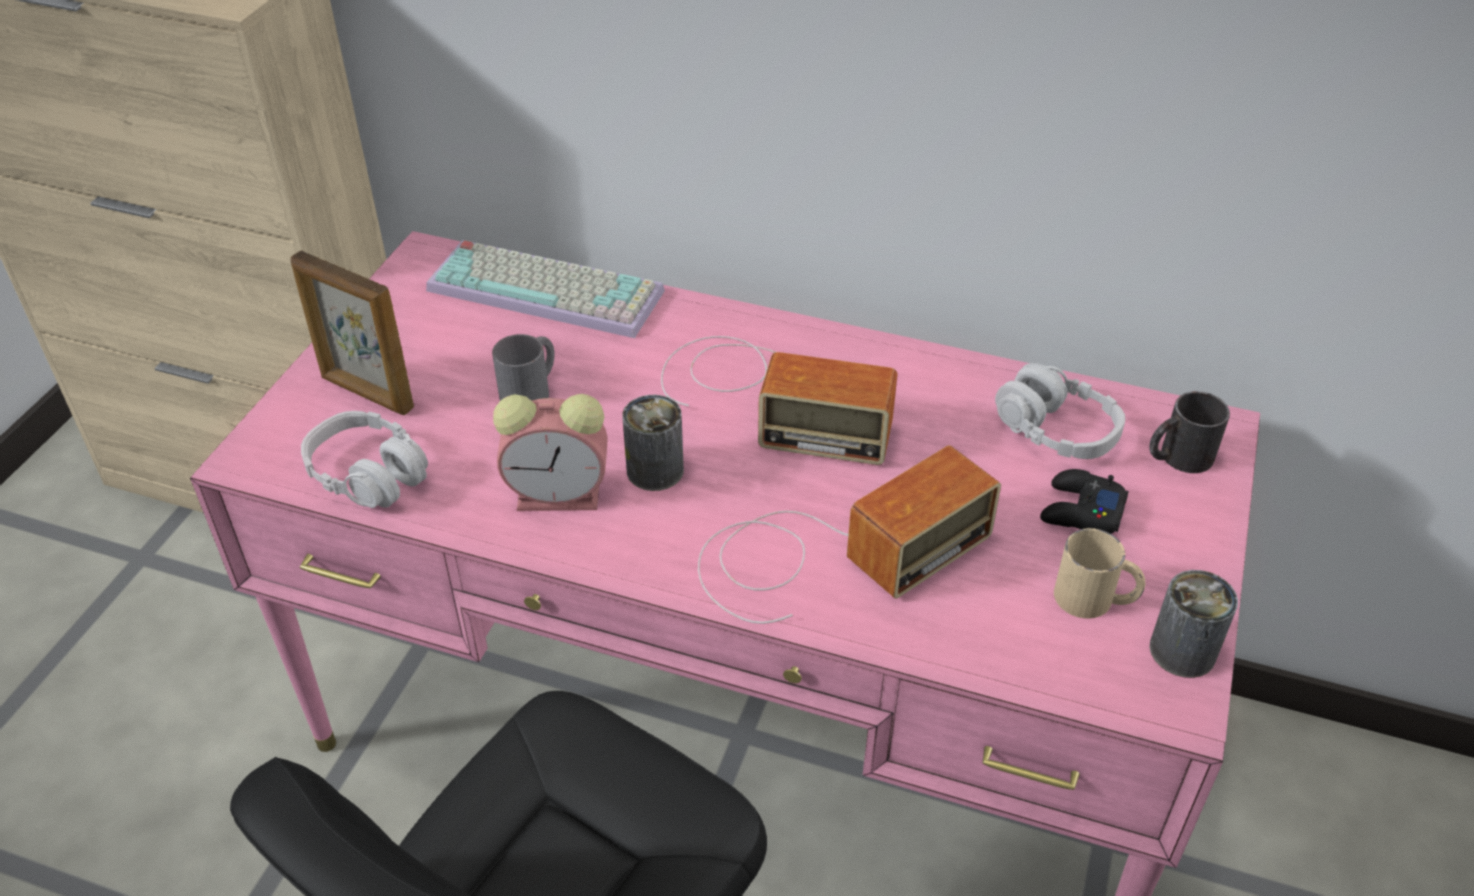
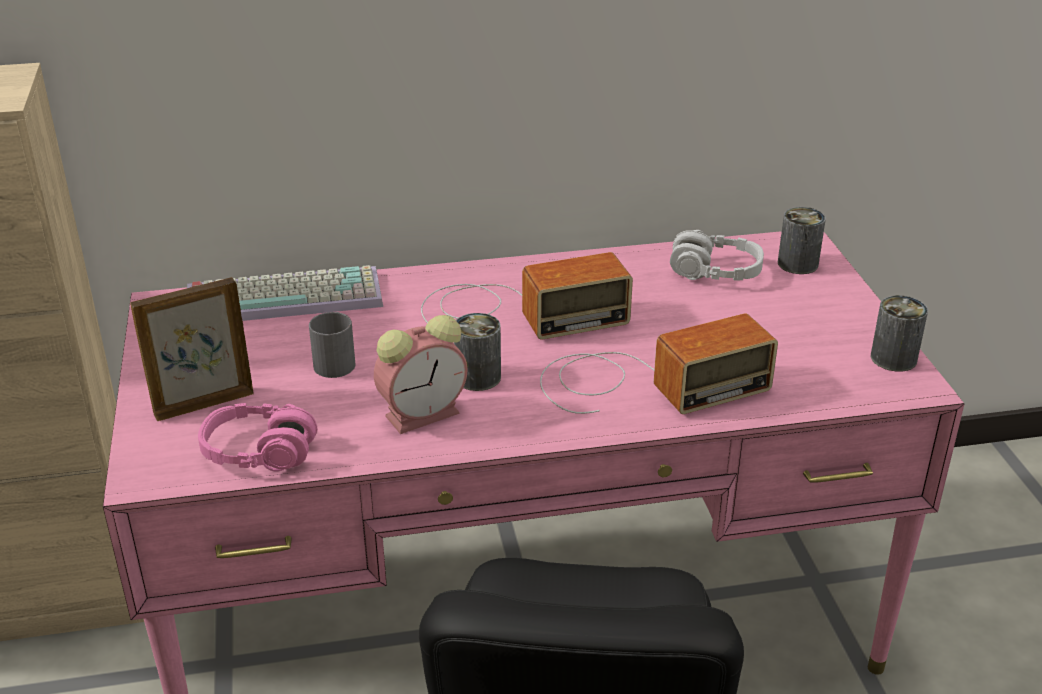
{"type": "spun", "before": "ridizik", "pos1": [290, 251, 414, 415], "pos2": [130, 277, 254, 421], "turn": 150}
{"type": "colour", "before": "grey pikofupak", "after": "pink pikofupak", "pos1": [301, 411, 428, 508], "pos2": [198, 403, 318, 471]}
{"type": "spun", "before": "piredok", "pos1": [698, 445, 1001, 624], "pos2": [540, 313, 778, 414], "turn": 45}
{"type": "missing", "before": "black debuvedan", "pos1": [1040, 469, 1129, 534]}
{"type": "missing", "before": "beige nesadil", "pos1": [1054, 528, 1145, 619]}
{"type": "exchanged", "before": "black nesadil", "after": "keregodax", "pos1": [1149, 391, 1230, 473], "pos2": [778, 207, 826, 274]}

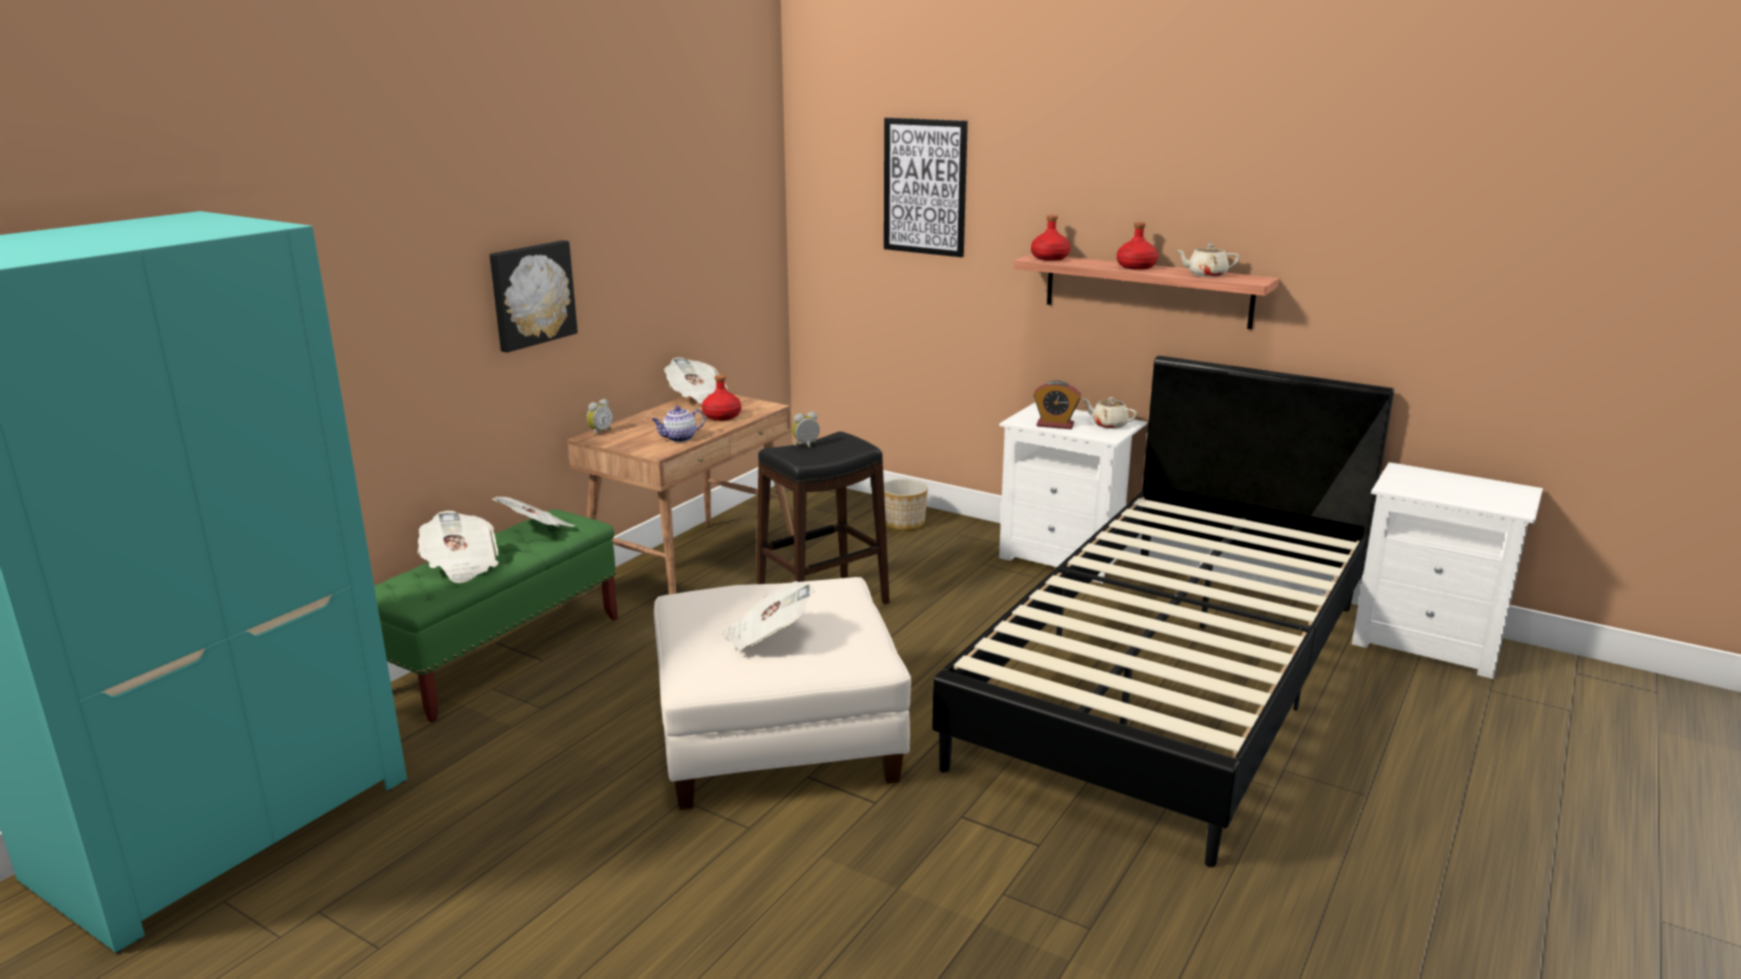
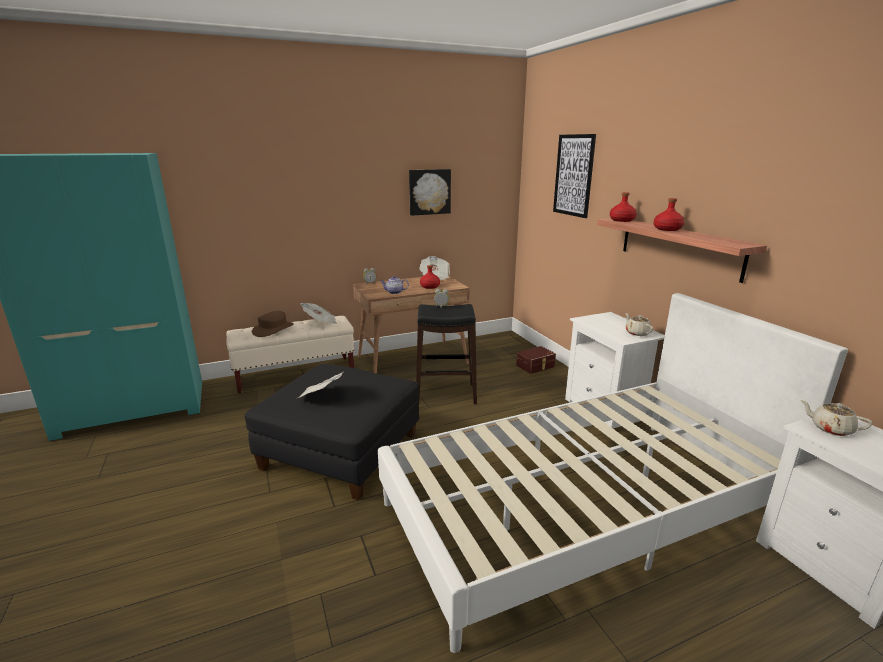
{"type": "colour", "before": "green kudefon", "after": "beige kudefon", "pos1": [374, 509, 618, 723], "pos2": [227, 316, 355, 394]}
{"type": "exchanged", "before": "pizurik", "after": "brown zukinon", "pos1": [418, 511, 499, 583], "pos2": [252, 311, 294, 337]}
{"type": "relocated", "before": "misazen", "pos1": [490, 240, 578, 353], "pos2": [409, 169, 451, 216]}
{"type": "colour", "before": "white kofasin", "after": "black kofasin", "pos1": [654, 577, 911, 810], "pos2": [245, 364, 419, 501]}
{"type": "exchanged", "before": "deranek", "after": "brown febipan", "pos1": [884, 479, 928, 531], "pos2": [516, 346, 556, 374]}
{"type": "colour", "before": "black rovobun", "after": "white rovobun", "pos1": [932, 356, 1394, 867], "pos2": [378, 293, 848, 653]}
{"type": "missing", "before": "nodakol", "pos1": [1033, 381, 1081, 429]}
{"type": "relocated", "before": "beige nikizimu", "pos1": [1176, 244, 1239, 277], "pos2": [800, 400, 873, 436]}

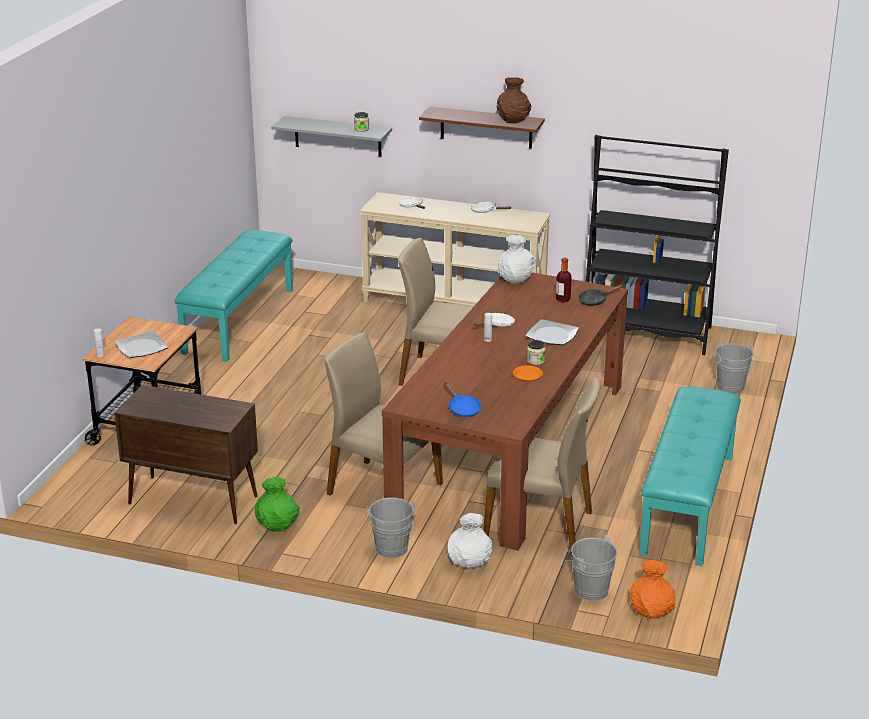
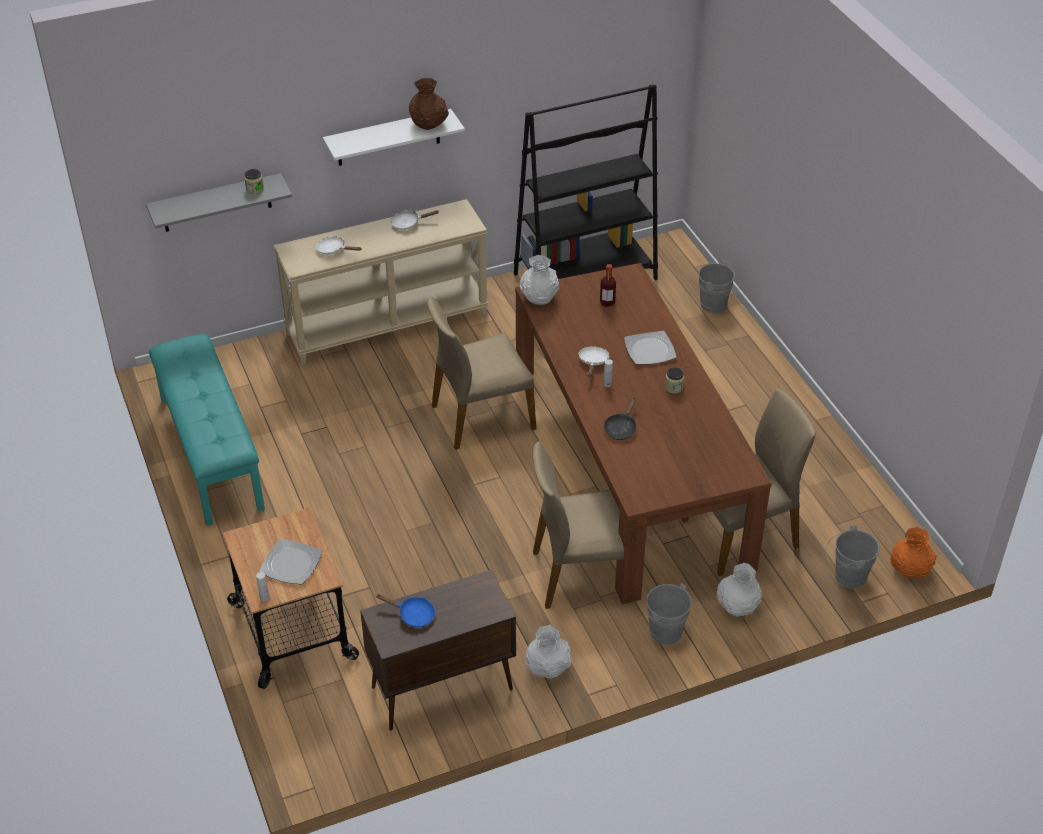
{"type": "colour", "before": "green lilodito", "after": "white lilodito", "pos1": [255, 477, 300, 532], "pos2": [526, 625, 571, 679]}
{"type": "colour", "before": "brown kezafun", "after": "white kezafun", "pos1": [419, 106, 545, 149], "pos2": [323, 109, 465, 166]}
{"type": "relocated", "before": "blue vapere", "pos1": [444, 382, 481, 417], "pos2": [376, 594, 435, 627]}
{"type": "missing", "before": "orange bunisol", "pos1": [513, 365, 543, 382]}
{"type": "relocated", "before": "black vapere", "pos1": [578, 284, 624, 306], "pos2": [604, 397, 637, 440]}
{"type": "missing", "before": "turquoise kudefon", "pos1": [639, 387, 741, 566]}

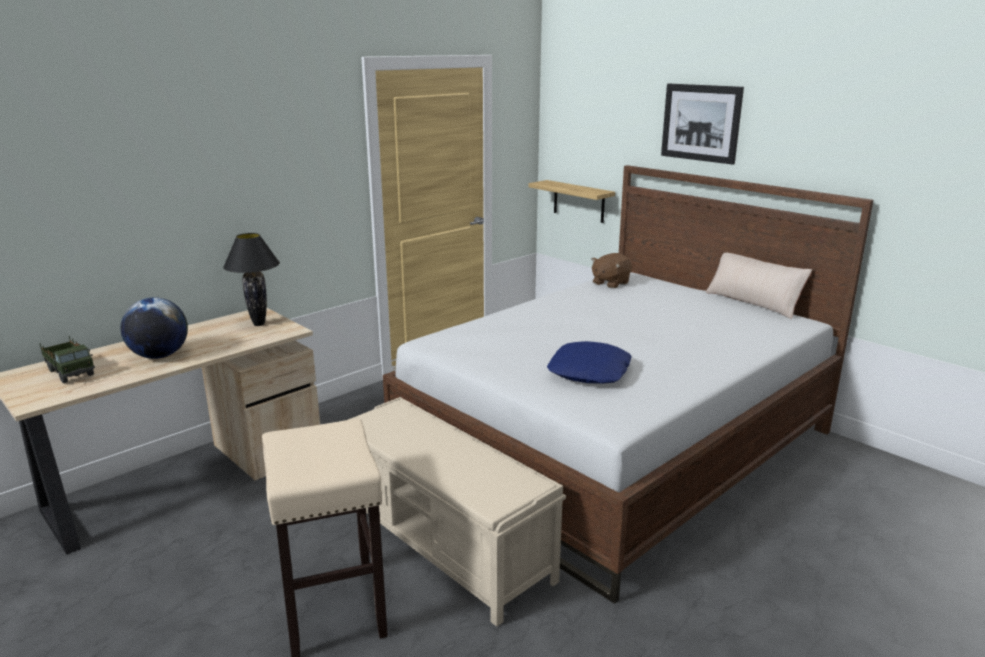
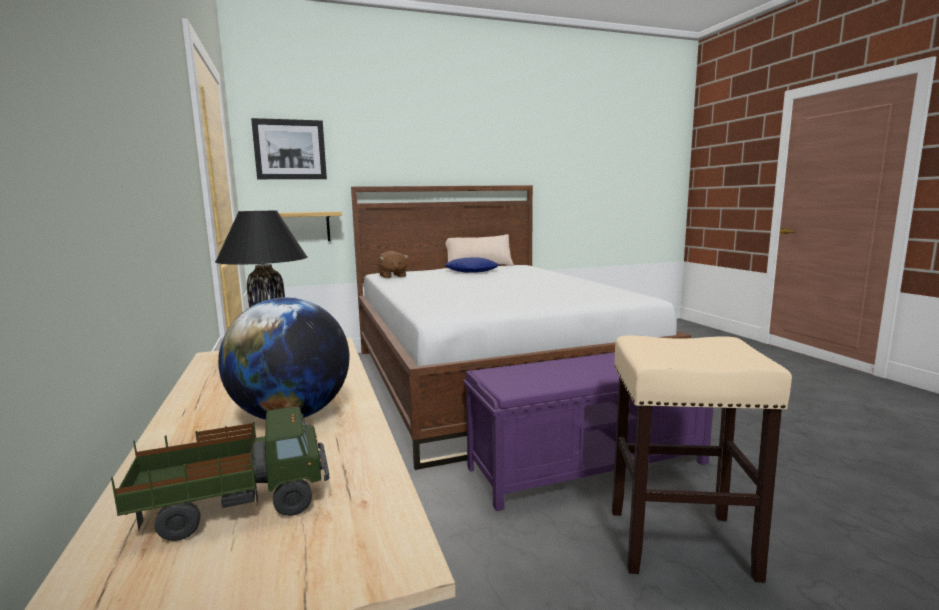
{"type": "colour", "before": "beige kudefon", "after": "purple kudefon", "pos1": [348, 397, 566, 626], "pos2": [463, 352, 713, 511]}
{"type": "relocated", "before": "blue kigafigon", "pos1": [547, 341, 632, 384], "pos2": [445, 257, 499, 273]}
{"type": "relocated", "before": "misazen", "pos1": [661, 84, 744, 165], "pos2": [251, 118, 327, 179]}

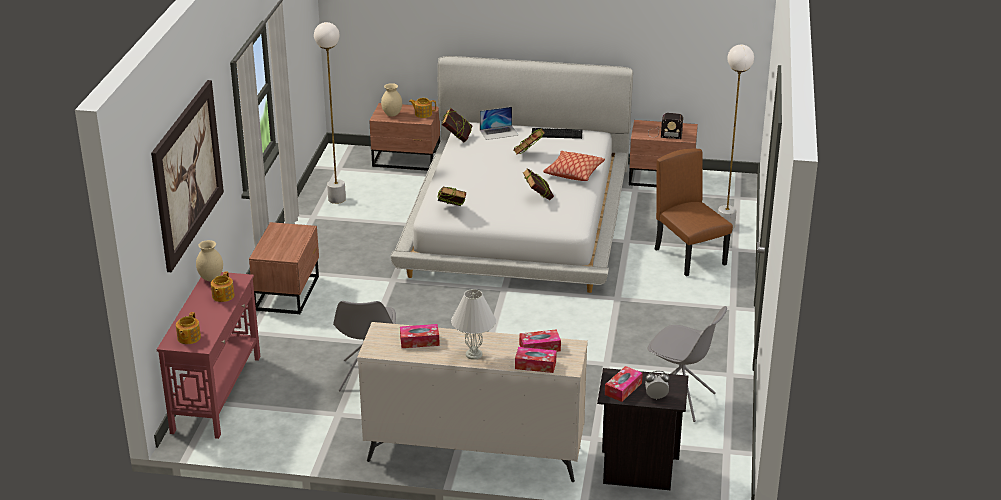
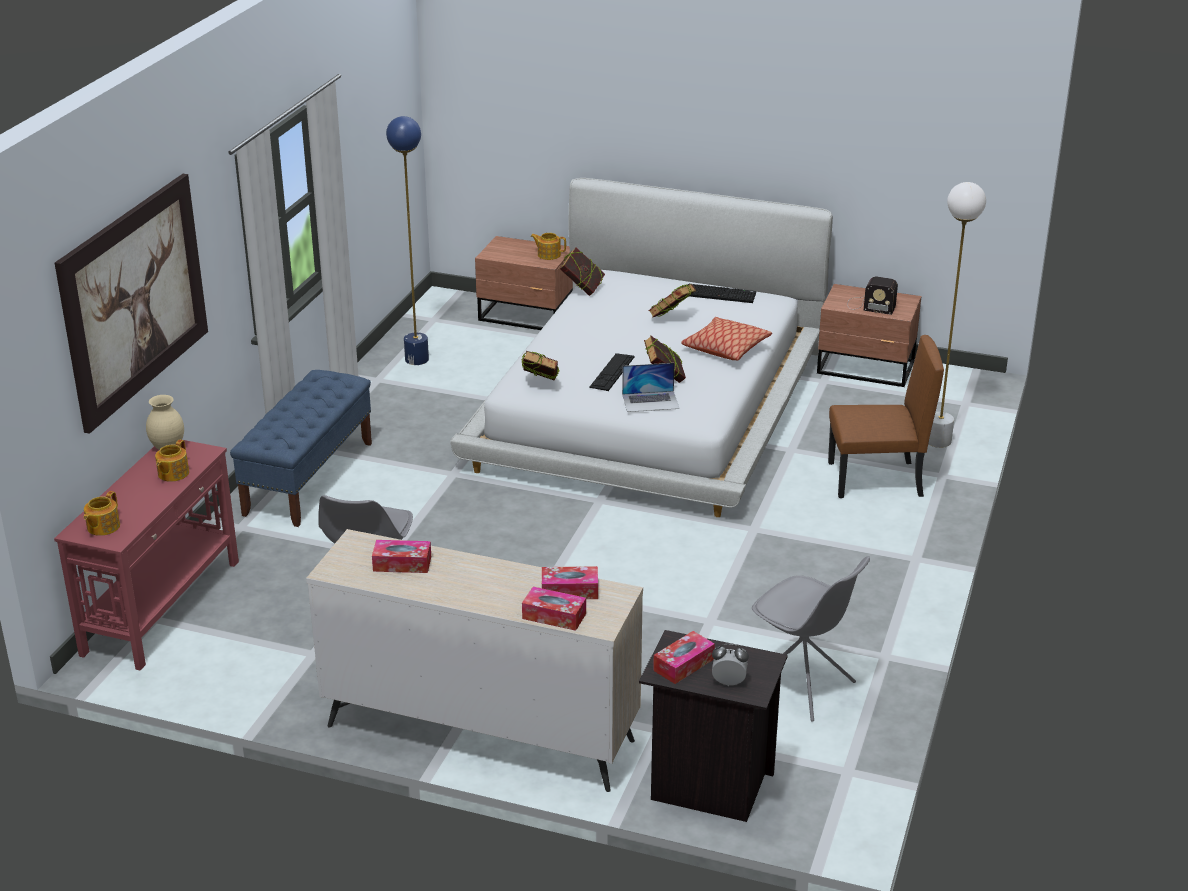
{"type": "exchanged", "before": "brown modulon", "after": "blue kudefon", "pos1": [249, 222, 319, 314], "pos2": [230, 370, 372, 527]}
{"type": "colour", "before": "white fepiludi", "after": "blue fepiludi", "pos1": [314, 22, 346, 204], "pos2": [386, 116, 429, 365]}
{"type": "missing", "before": "beige lilodito", "pos1": [381, 83, 402, 117]}
{"type": "missing", "before": "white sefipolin", "pos1": [451, 289, 496, 360]}
{"type": "relocated", "before": "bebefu", "pos1": [480, 107, 519, 140], "pos2": [622, 363, 679, 412]}
{"type": "spun", "before": "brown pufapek", "pos1": [655, 149, 733, 276], "pos2": [828, 335, 944, 498], "turn": 105}
{"type": "appeared", "after": "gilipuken", "pos2": [589, 353, 635, 391]}

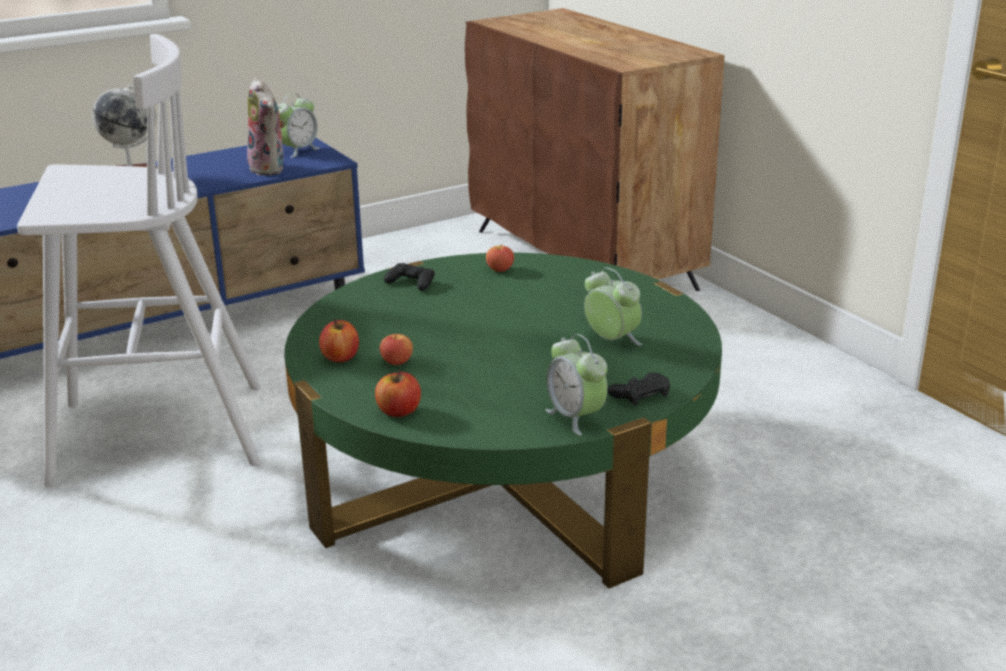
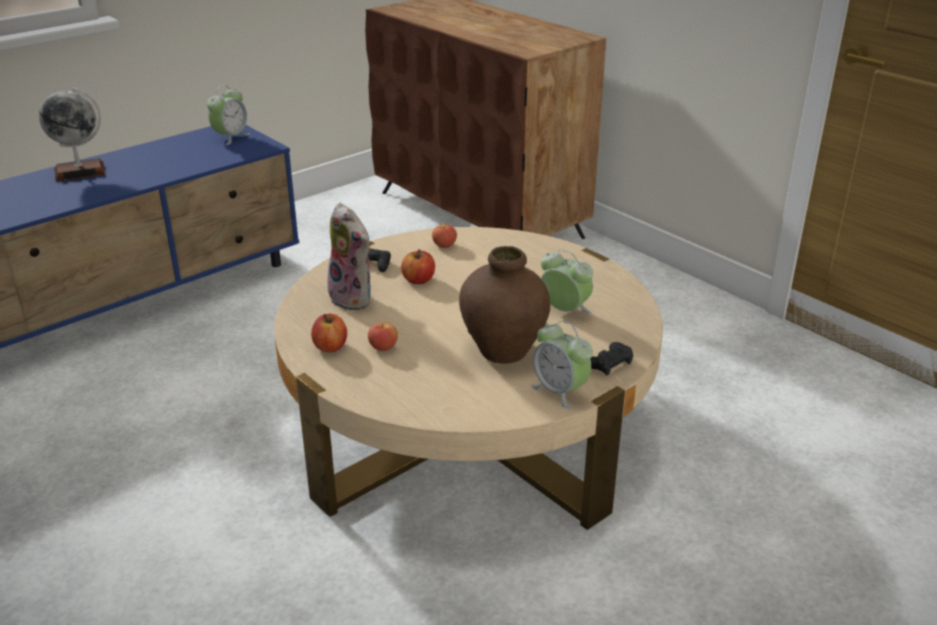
{"type": "missing", "before": "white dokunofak", "pos1": [17, 34, 261, 487]}
{"type": "relocated", "before": "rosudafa", "pos1": [247, 78, 285, 175], "pos2": [326, 203, 371, 311]}
{"type": "colour", "before": "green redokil", "after": "beige redokil", "pos1": [284, 253, 722, 588], "pos2": [274, 227, 663, 530]}
{"type": "relocated", "before": "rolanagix", "pos1": [375, 370, 421, 417], "pos2": [401, 249, 435, 284]}
{"type": "appeared", "after": "brown lilodito", "pos2": [459, 246, 550, 364]}

